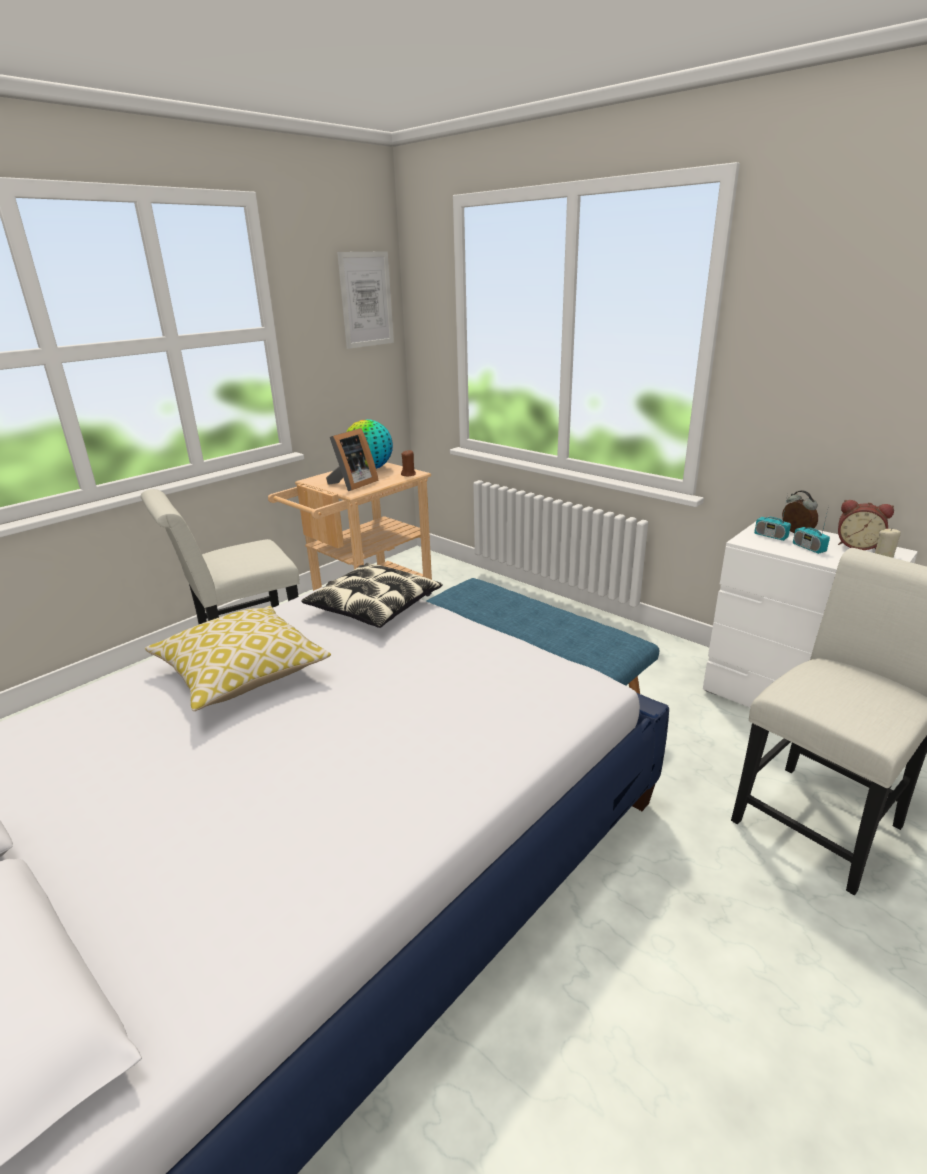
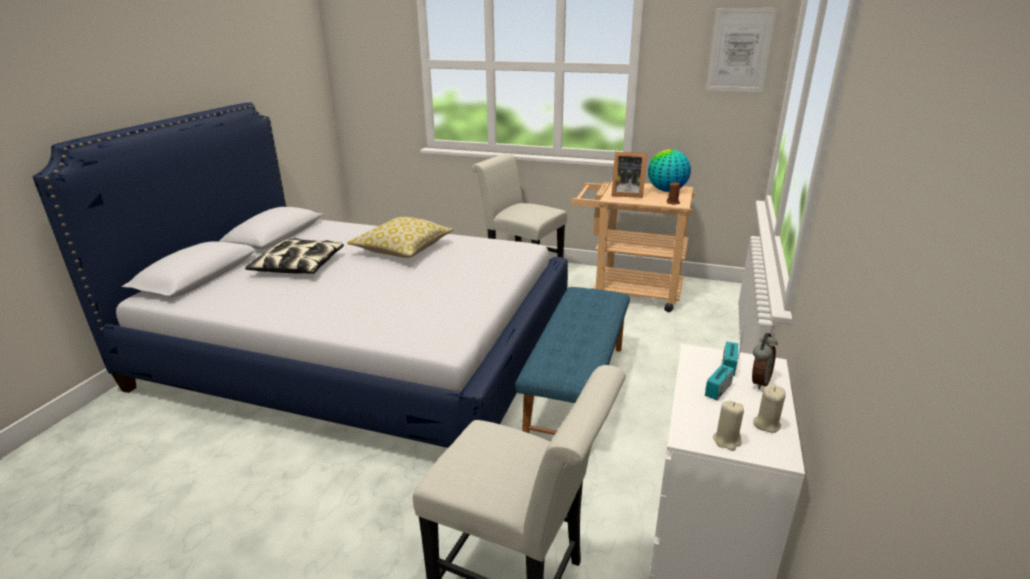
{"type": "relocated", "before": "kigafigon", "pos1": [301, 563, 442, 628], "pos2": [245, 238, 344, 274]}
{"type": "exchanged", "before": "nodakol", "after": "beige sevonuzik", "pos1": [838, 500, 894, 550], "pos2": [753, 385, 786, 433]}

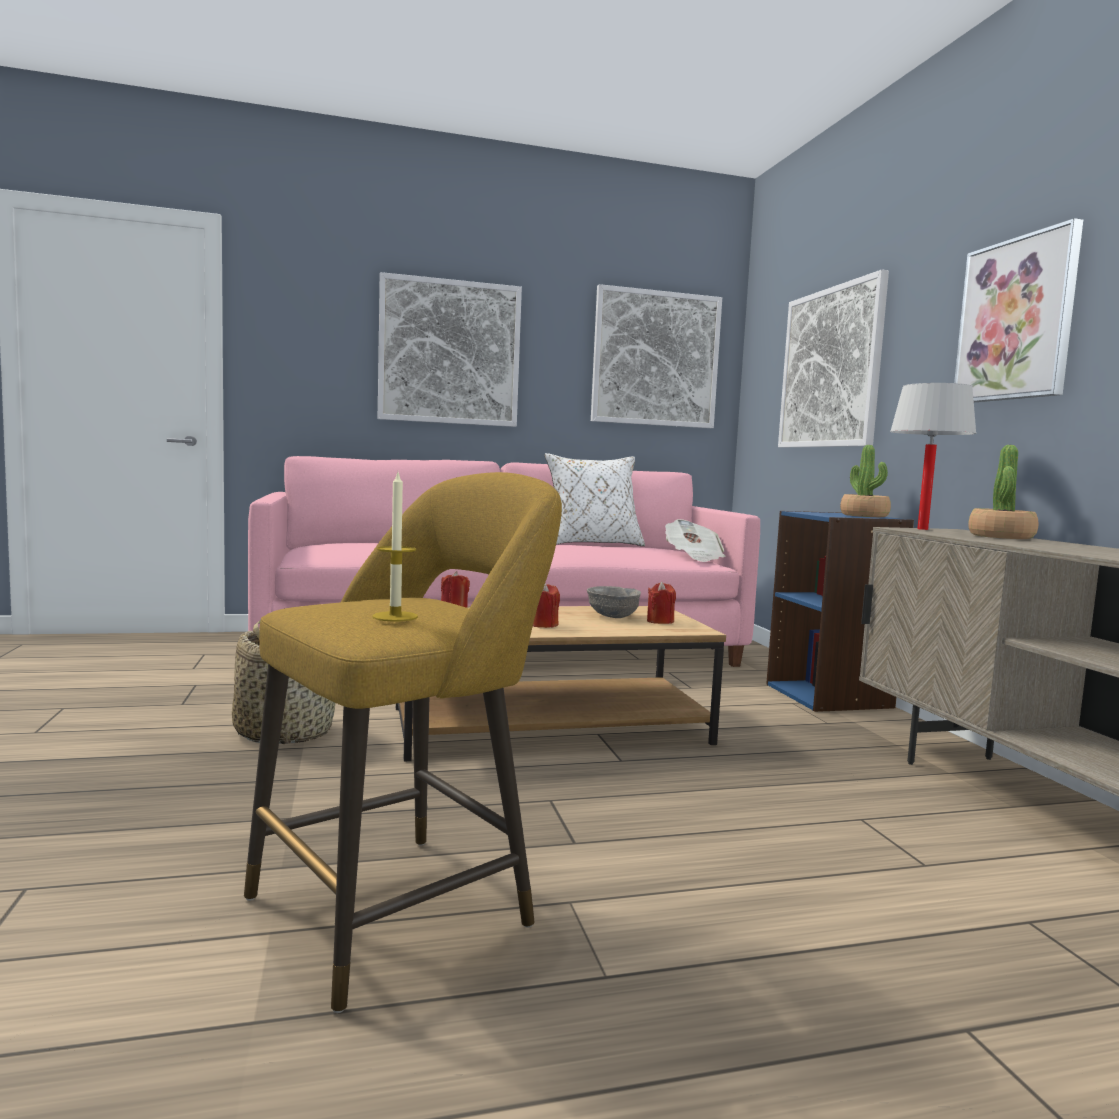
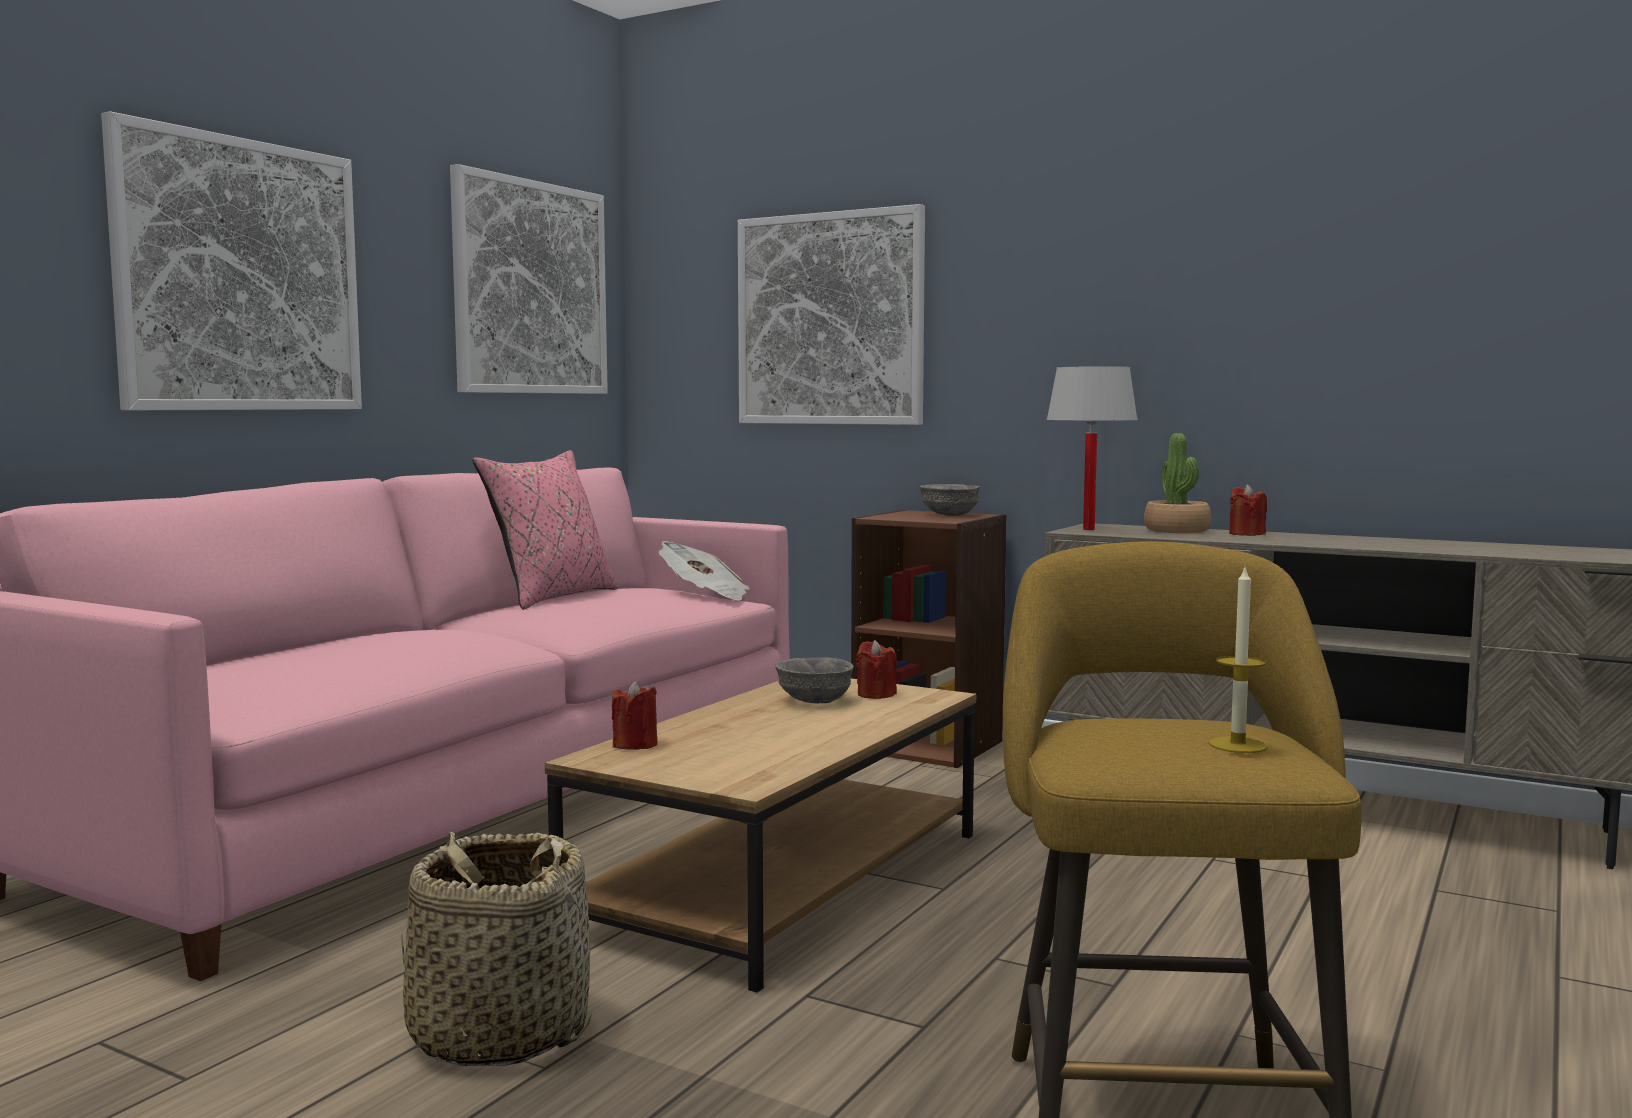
{"type": "relocated", "before": "red sevonuzik", "pos1": [533, 583, 560, 628], "pos2": [1229, 484, 1267, 536]}
{"type": "colour", "before": "white kigafigon", "after": "pink kigafigon", "pos1": [544, 453, 645, 546], "pos2": [473, 450, 618, 610]}
{"type": "colour", "before": "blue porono", "after": "brown porono", "pos1": [766, 511, 914, 712], "pos2": [851, 510, 1007, 768]}
{"type": "exchanged", "before": "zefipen", "after": "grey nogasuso", "pos1": [840, 445, 891, 517], "pos2": [919, 484, 980, 516]}
{"type": "missing", "before": "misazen", "pos1": [954, 218, 1083, 402]}

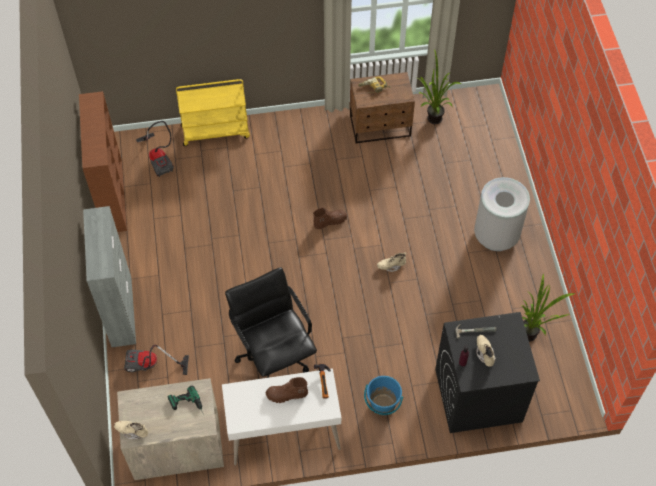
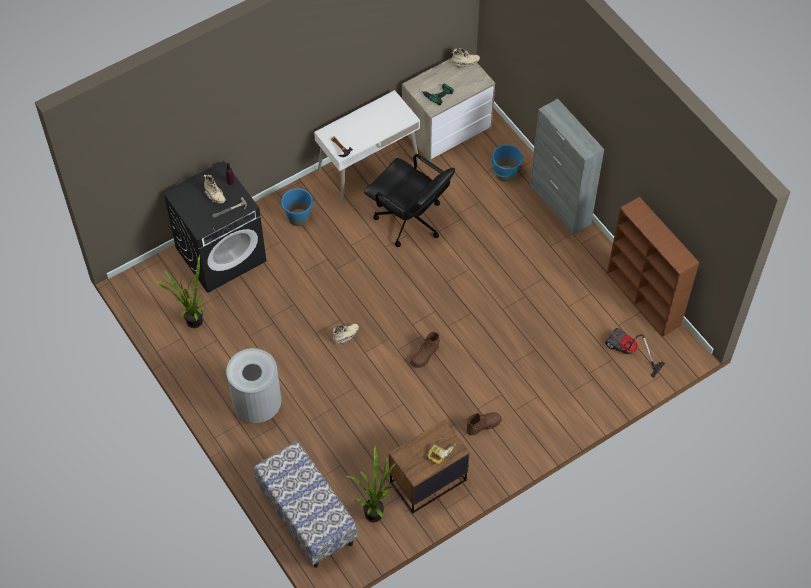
{"type": "exchanged", "before": "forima", "after": "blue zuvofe", "pos1": [124, 344, 189, 375], "pos2": [491, 144, 523, 182]}
{"type": "missing", "before": "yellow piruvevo", "pos1": [176, 79, 250, 146]}
{"type": "relocated", "before": "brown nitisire", "pos1": [266, 377, 308, 403], "pos2": [467, 412, 502, 436]}
{"type": "appeared", "after": "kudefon", "pos2": [254, 442, 357, 568]}

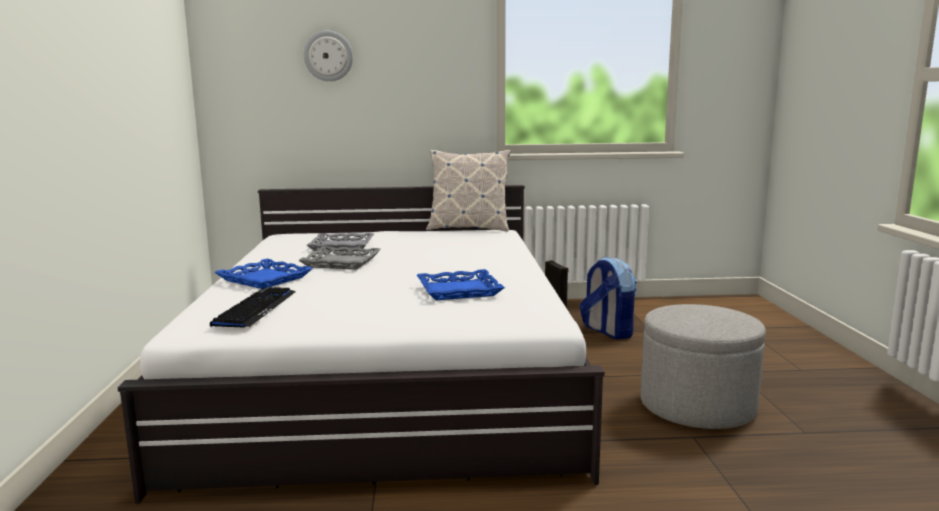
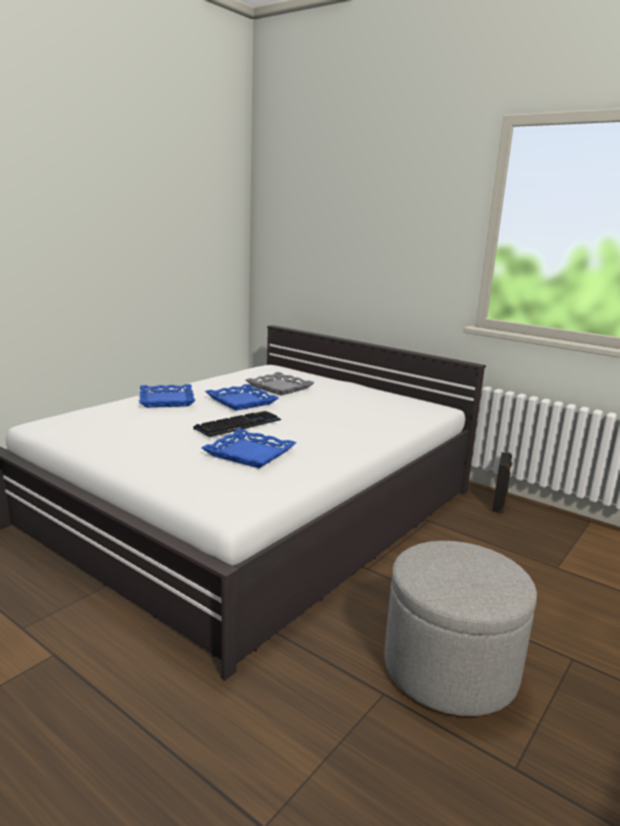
{"type": "relocated", "before": "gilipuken", "pos1": [210, 287, 296, 328], "pos2": [193, 411, 281, 437]}
{"type": "colour", "before": "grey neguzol", "after": "blue neguzol", "pos1": [298, 246, 381, 269], "pos2": [205, 384, 278, 411]}
{"type": "missing", "before": "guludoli", "pos1": [304, 31, 353, 81]}
{"type": "missing", "before": "kigafigon", "pos1": [426, 150, 511, 232]}
{"type": "missing", "before": "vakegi", "pos1": [580, 257, 637, 339]}

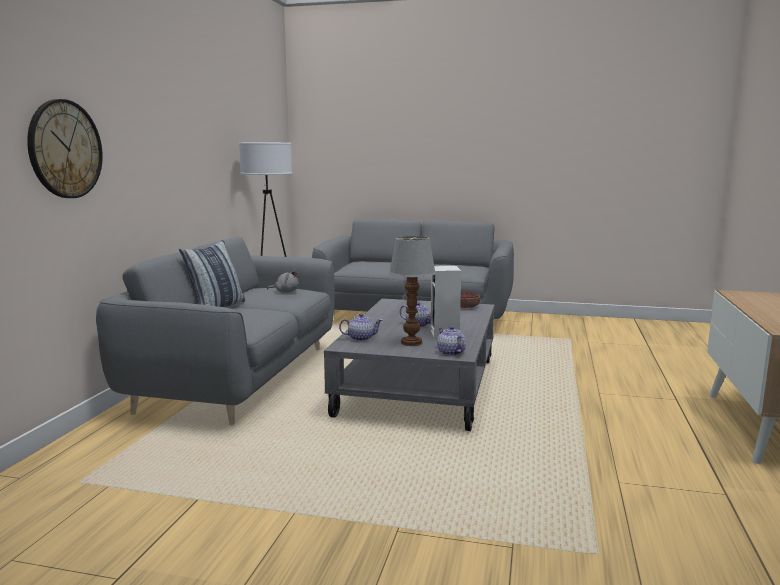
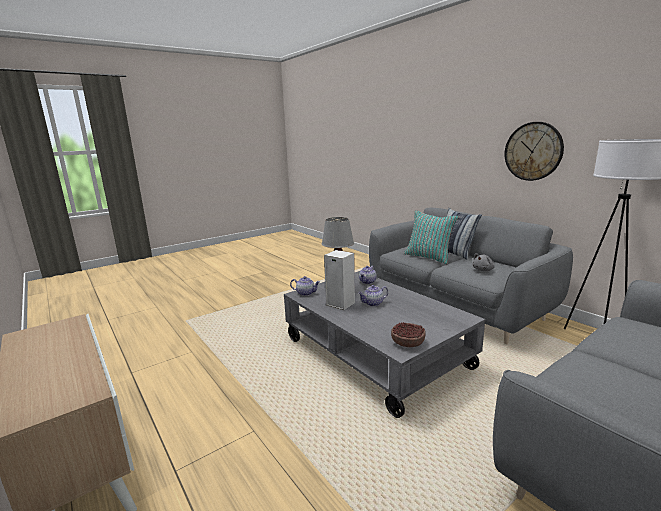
{"type": "relocated", "before": "guludoli", "pos1": [27, 99, 102, 198], "pos2": [504, 122, 564, 181]}
{"type": "appeared", "after": "turquoise kigafigon", "pos2": [404, 210, 459, 264]}

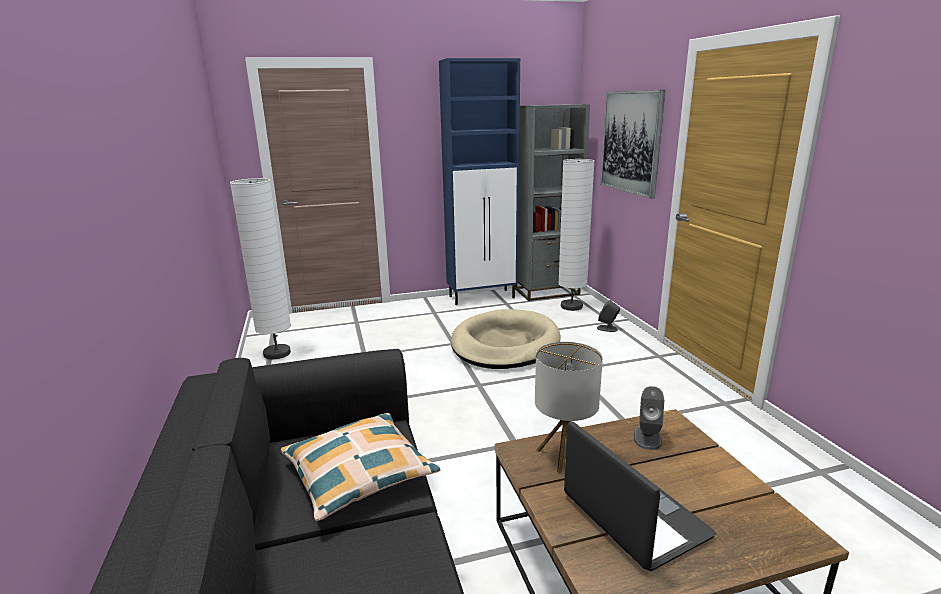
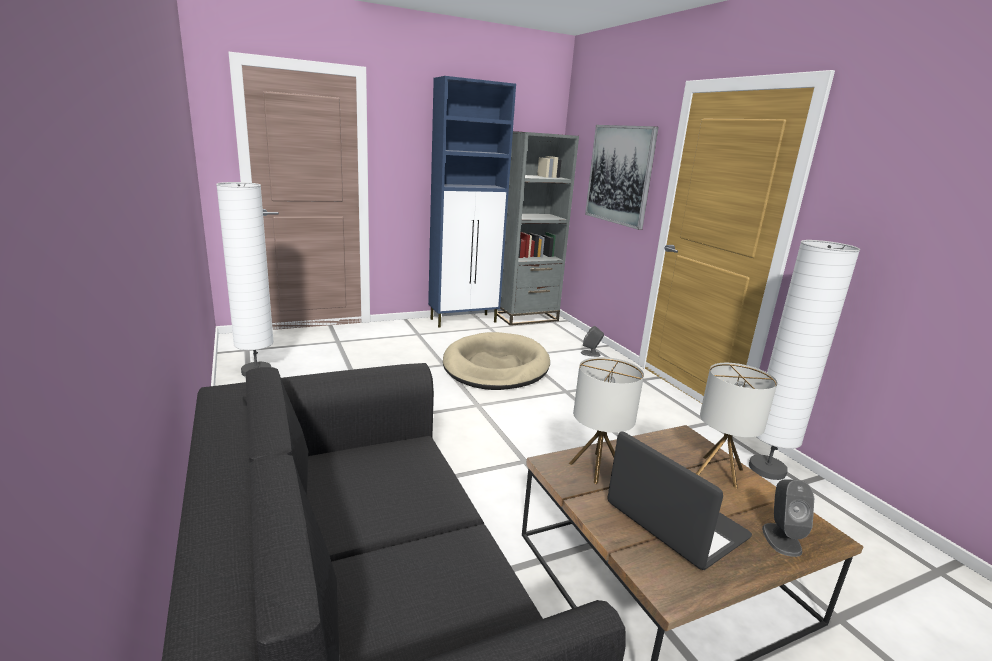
{"type": "missing", "before": "kigafigon", "pos1": [281, 413, 440, 521]}
{"type": "relocated", "before": "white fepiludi", "pos1": [558, 159, 594, 311], "pos2": [749, 240, 860, 480]}
{"type": "relocated", "before": "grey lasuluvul", "pos1": [634, 386, 664, 450], "pos2": [762, 479, 814, 557]}
{"type": "appeared", "after": "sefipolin", "pos2": [696, 363, 777, 488]}

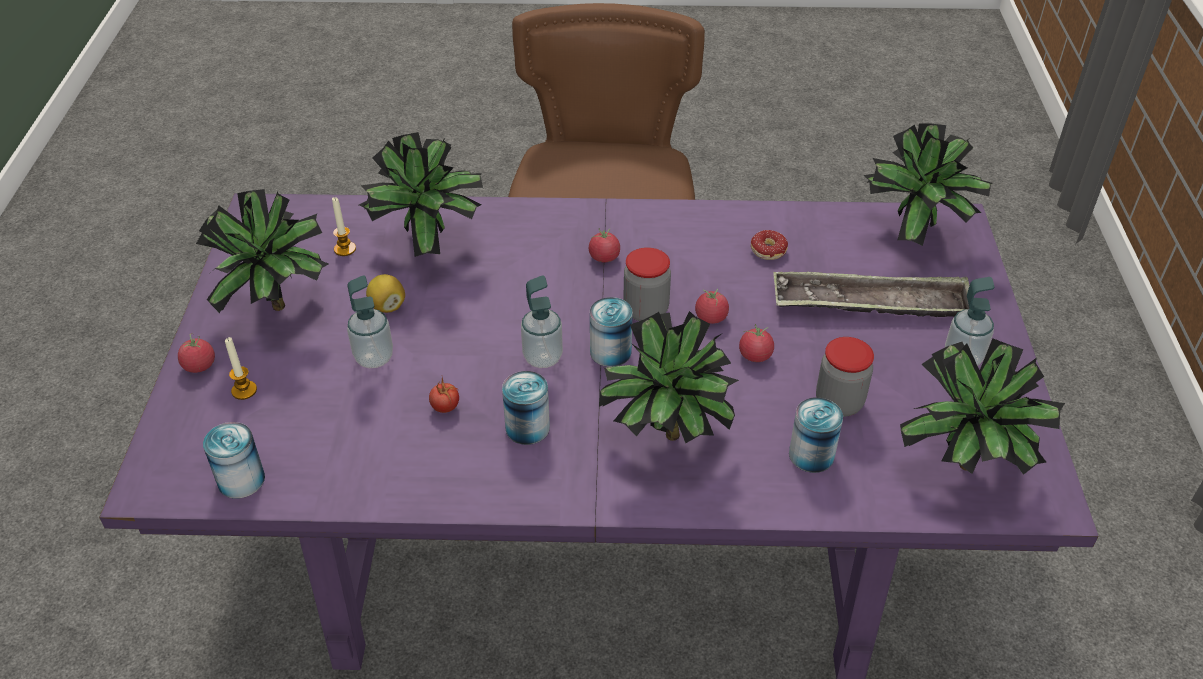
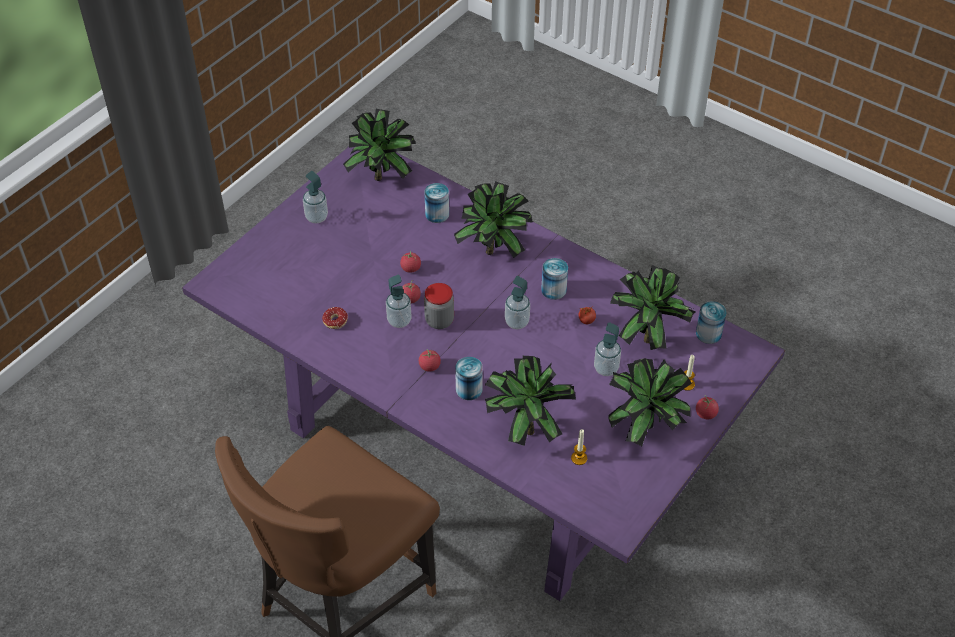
{"type": "missing", "before": "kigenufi", "pos1": [366, 274, 405, 313]}
{"type": "relocated", "before": "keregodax", "pos1": [590, 297, 633, 367], "pos2": [455, 357, 483, 400]}
{"type": "missing", "before": "neguzol", "pos1": [773, 272, 970, 317]}
{"type": "missing", "before": "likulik", "pos1": [816, 337, 874, 417]}
{"type": "relocated", "before": "zefipen", "pos1": [863, 124, 993, 246], "pos2": [610, 265, 696, 350]}
{"type": "appeared", "after": "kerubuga", "pos2": [386, 275, 412, 328]}

